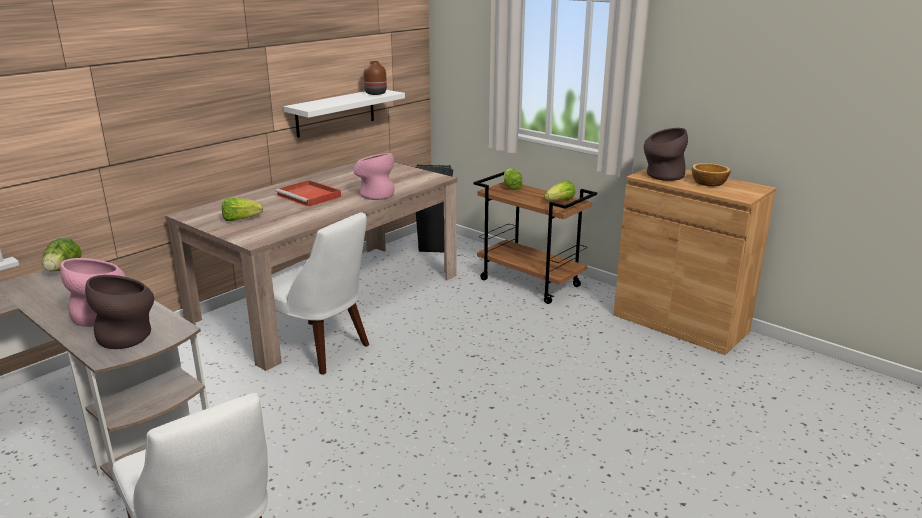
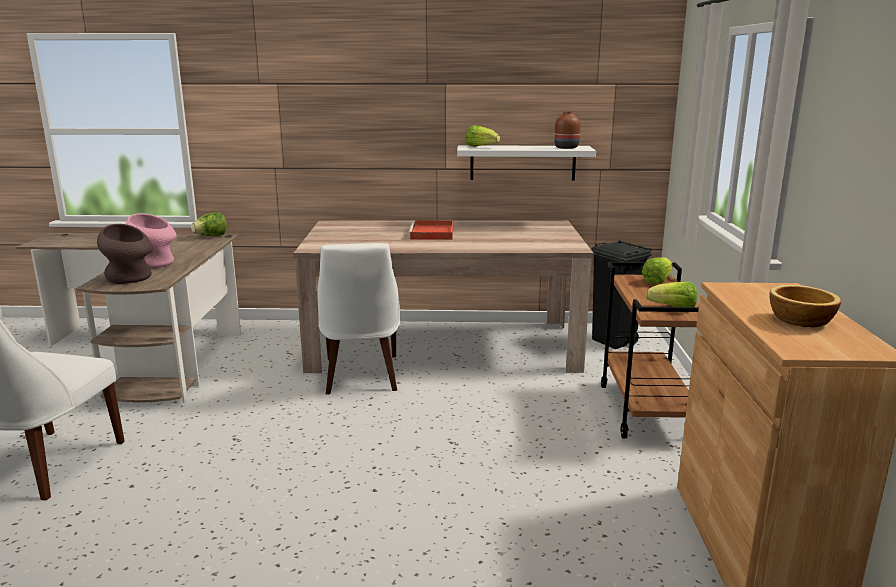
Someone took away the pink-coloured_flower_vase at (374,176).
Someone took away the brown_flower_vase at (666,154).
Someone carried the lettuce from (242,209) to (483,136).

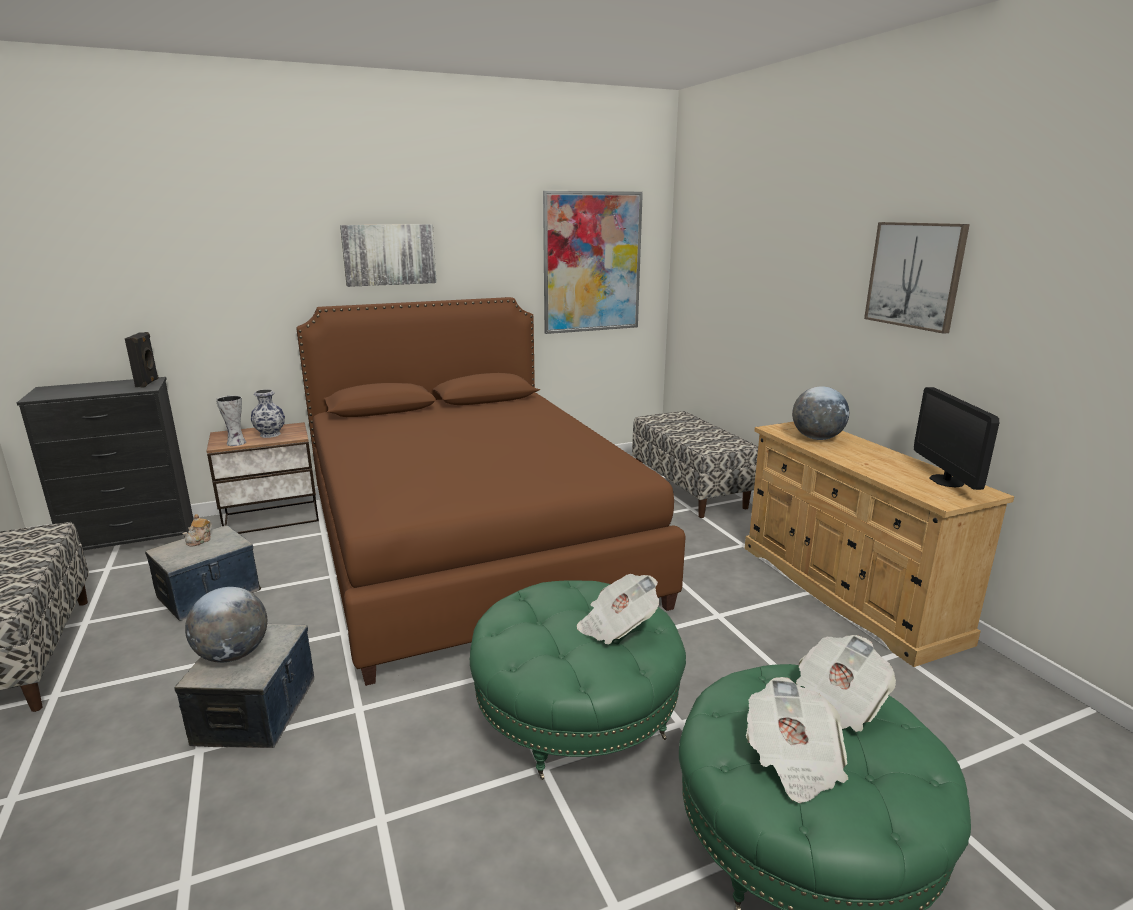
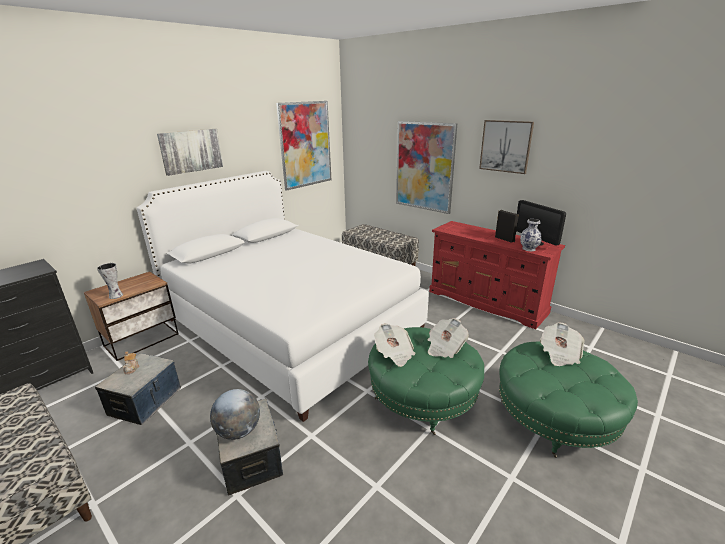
Someone took away the desk_globe at (820,413).
Someone put up the picture at (426,167).
Someone carried the blackish_loudspeaker from (142,360) to (507,226).
Someone carried the flower_vase from (268,413) to (531,235).
Someone carried the daily_paper from (797,740) to (395,345).
Someone repainted the brown_bed at (491,491), which became the white_bed at (283,296).
Someone repainted the beige-coloured_drawer_chest at (879,544), which became the red-coloured_drawer_chest at (497,275).

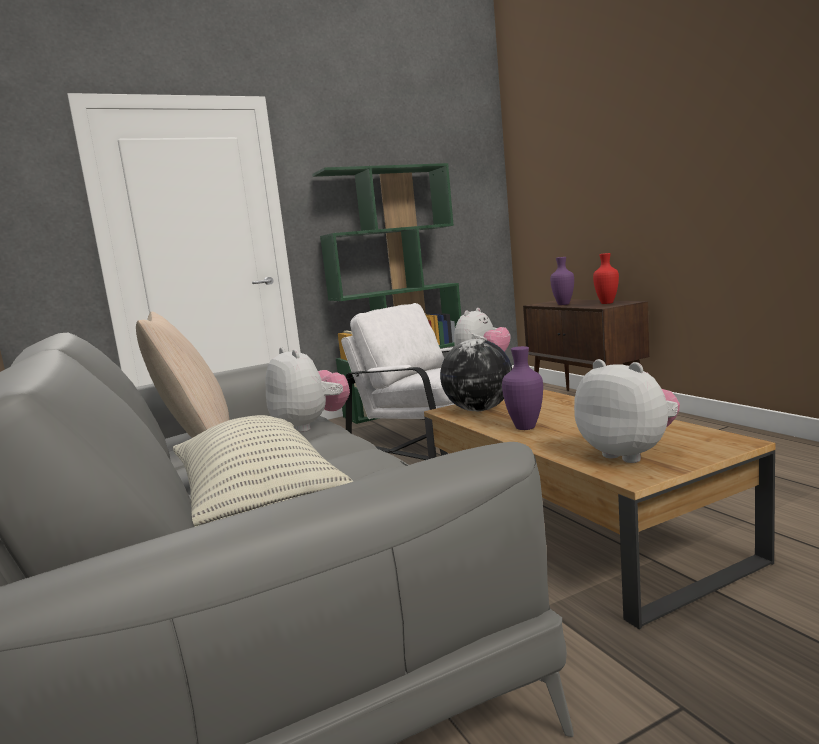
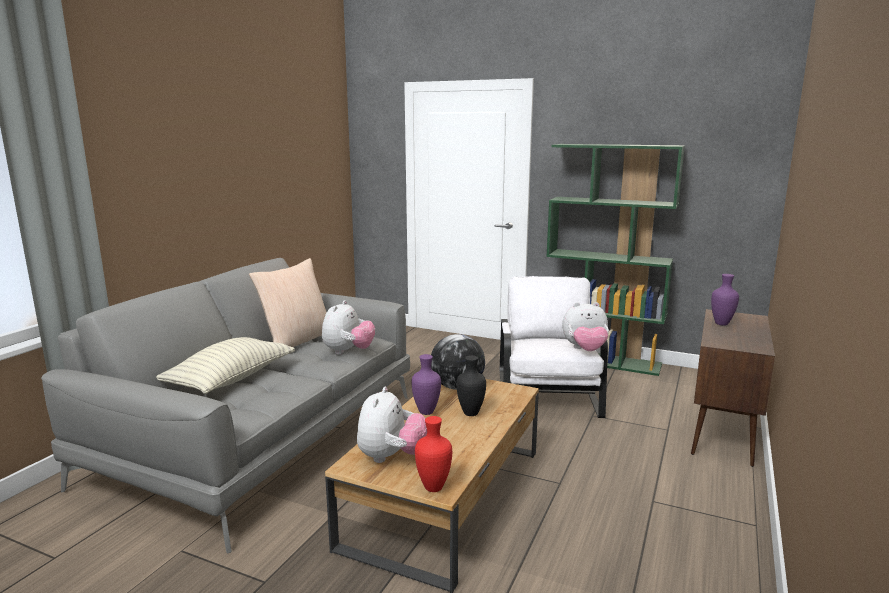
Someone put down the blackish_flower_vase at (471,385).
Someone carried the red-coloured_flower_vase from (606,278) to (433,454).

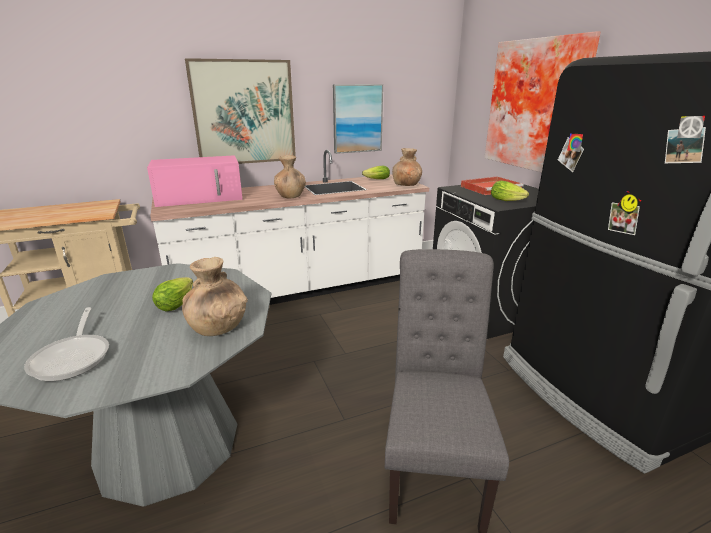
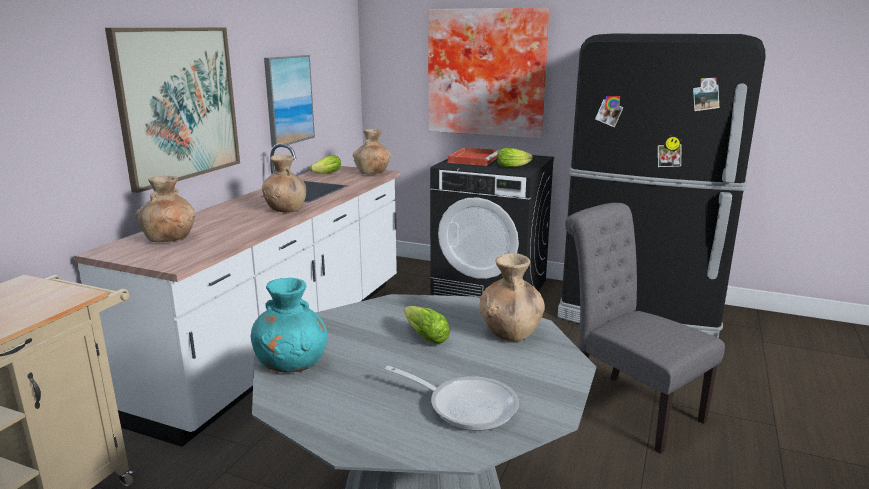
Someone put down the turquoise-coloured_flower_vase at (289,325).
Someone swapped the pink-coloured_microwave at (195,181) for the brown_flower_vase at (165,209).

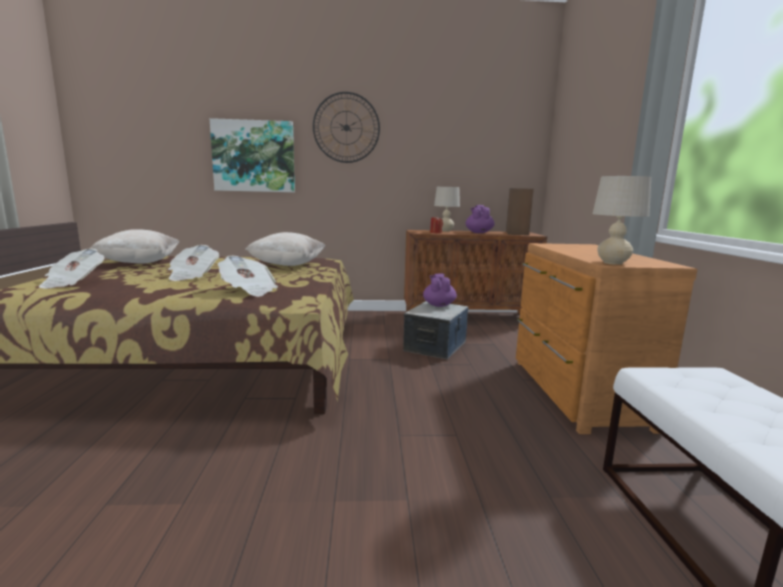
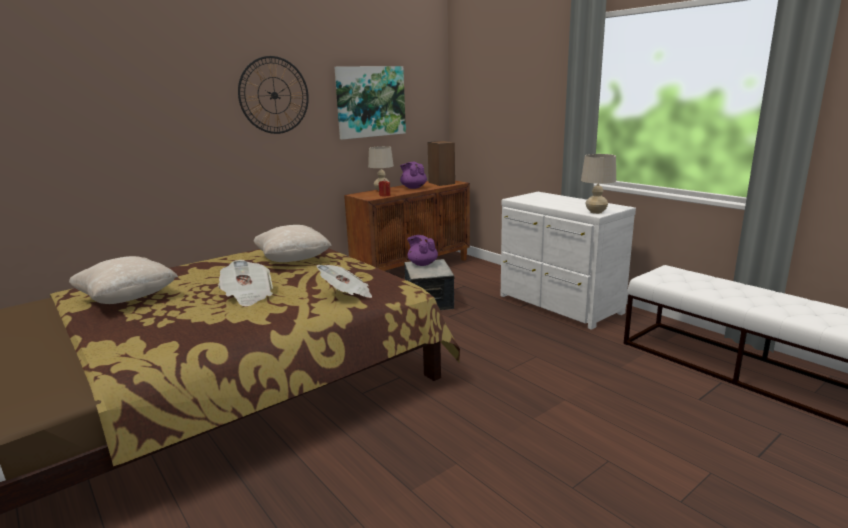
Someone took away the daily_paper at (72,268).
Someone carried the picture from (252,155) to (370,103).
Someone repainted the brown_drawer_chest at (606,338), which became the white_drawer_chest at (568,261).

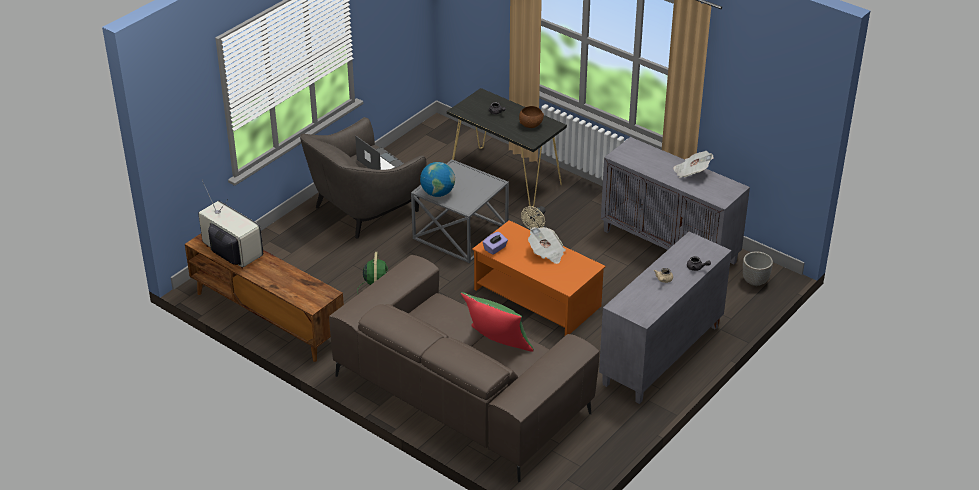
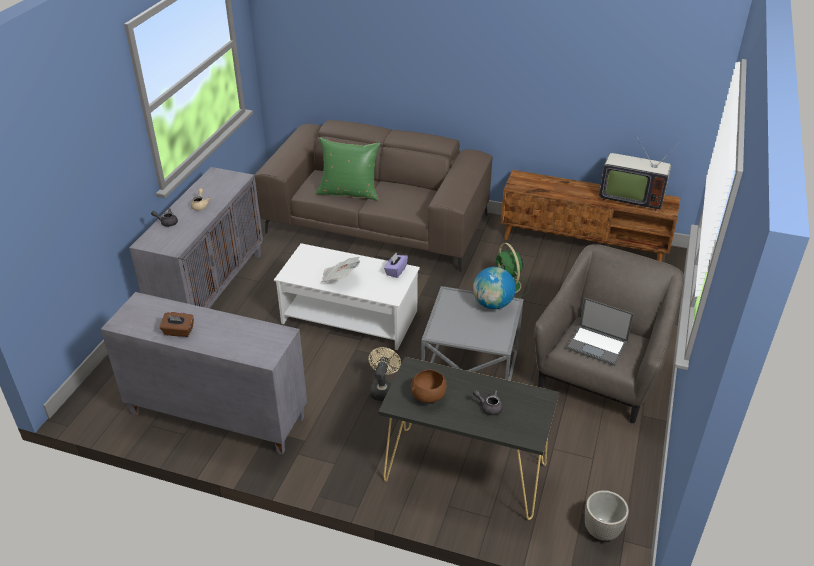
Someone carried the plant_pot from (758,268) to (607,515).
Someone swapped the daily_paper at (693,164) for the brown_tissue_holder at (177,324).
Someone repainted the orangey_low_table at (539,278), which became the white_low_table at (347,296).

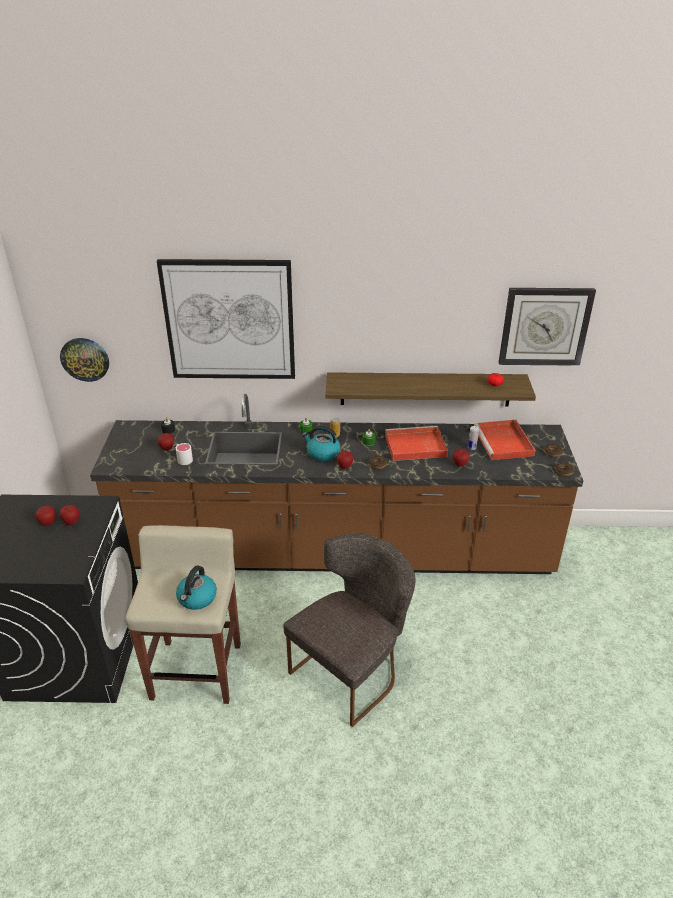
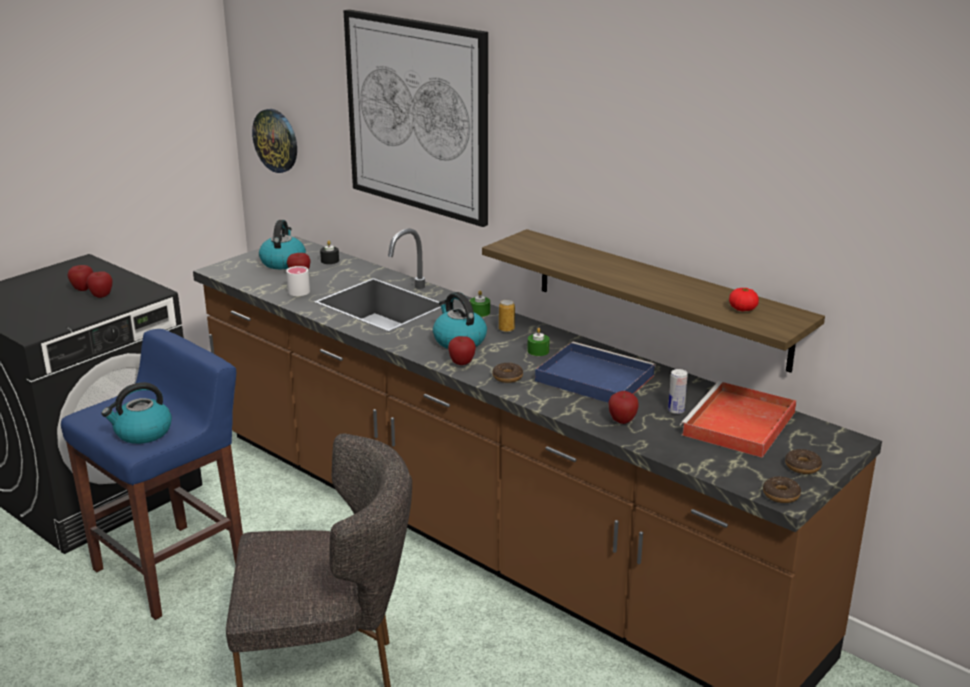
Someone took away the hanging_clock at (547,327).
Someone put down the kettle at (282,244).
Someone repainted the beige-coloured_sitting_stool at (183,614), which became the blue-coloured_sitting_stool at (152,474).
Someone repainted the red-coloured_serving_tray at (416,443), which became the blue-coloured_serving_tray at (595,372).

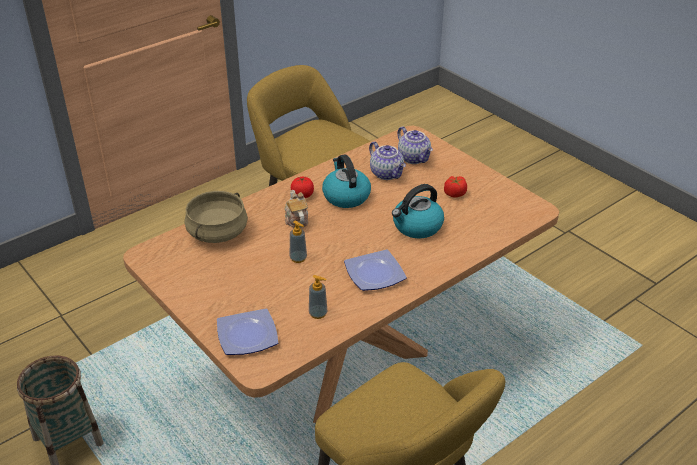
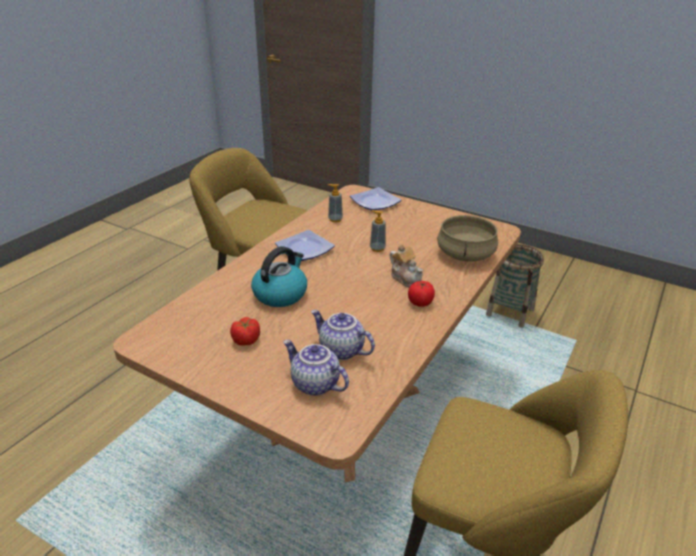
Someone took away the kettle at (346,181).

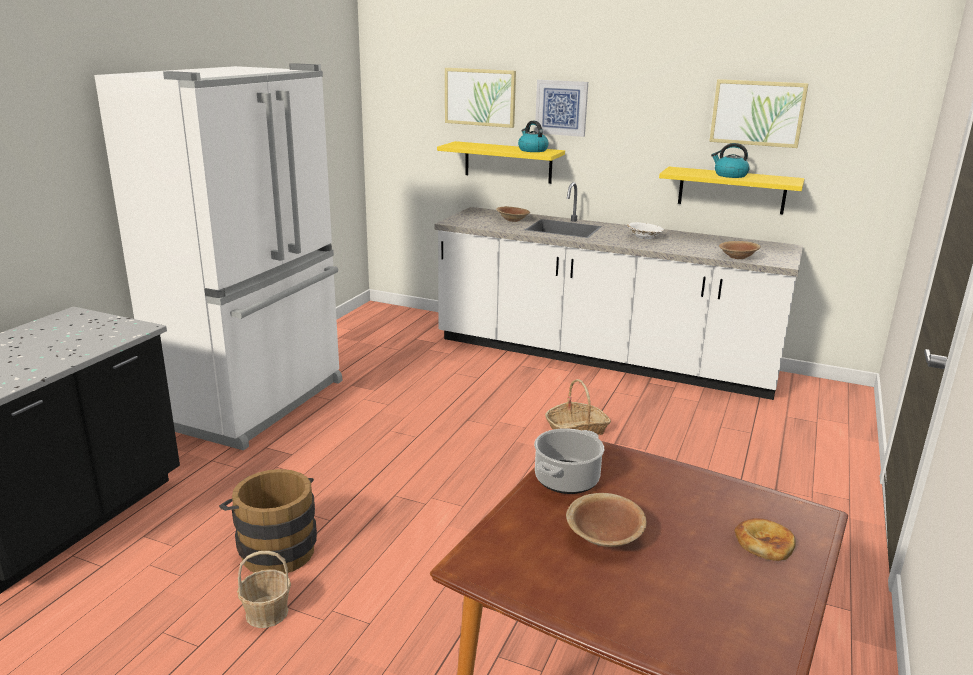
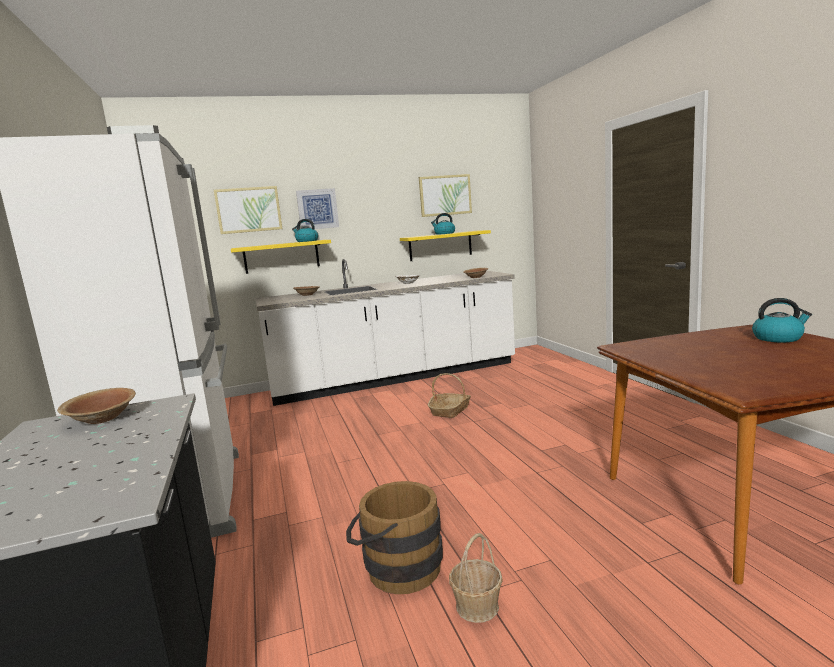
Someone took away the stockpot at (569,461).
Someone carried the brown_deep_dish from (606,520) to (96,406).
Someone swapped the bread at (765,539) for the kettle at (782,320).

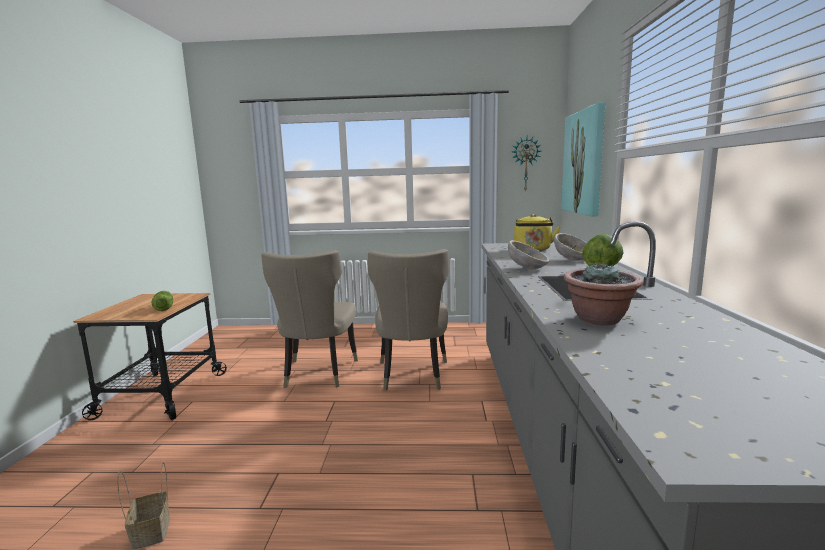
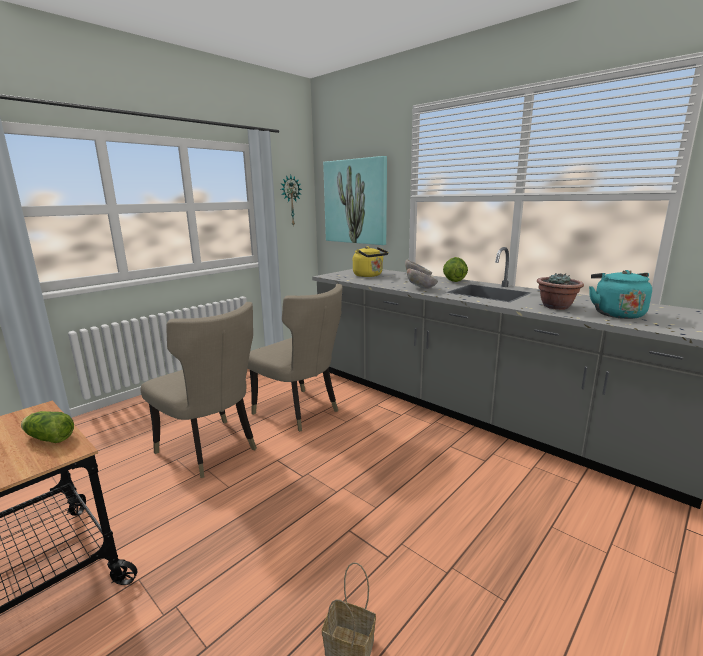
Someone put down the turquoise-coloured_kettle at (620,294).

